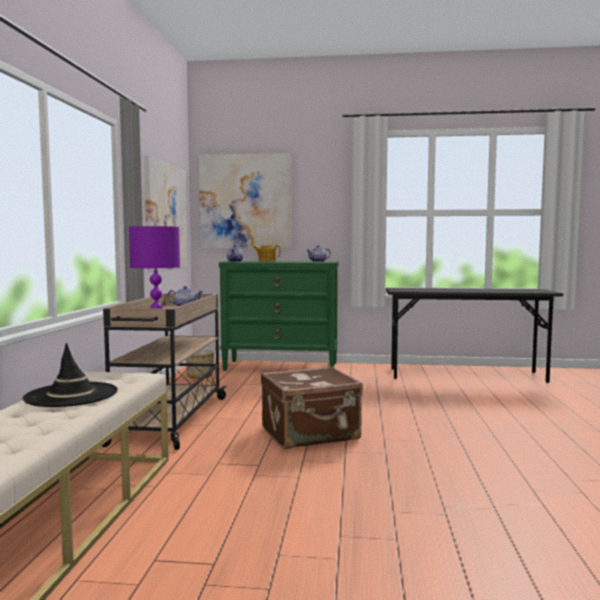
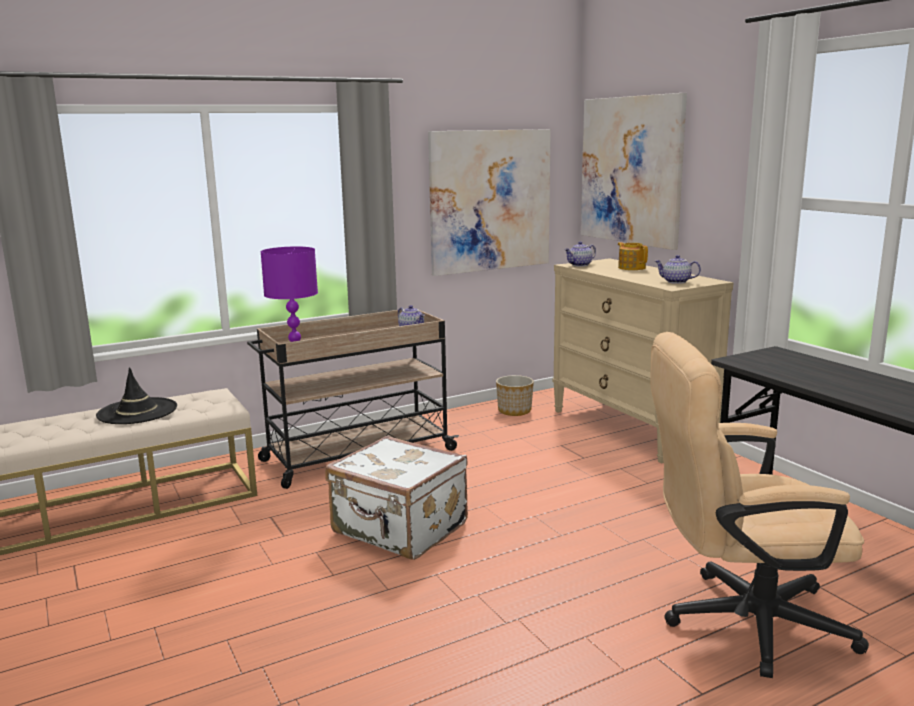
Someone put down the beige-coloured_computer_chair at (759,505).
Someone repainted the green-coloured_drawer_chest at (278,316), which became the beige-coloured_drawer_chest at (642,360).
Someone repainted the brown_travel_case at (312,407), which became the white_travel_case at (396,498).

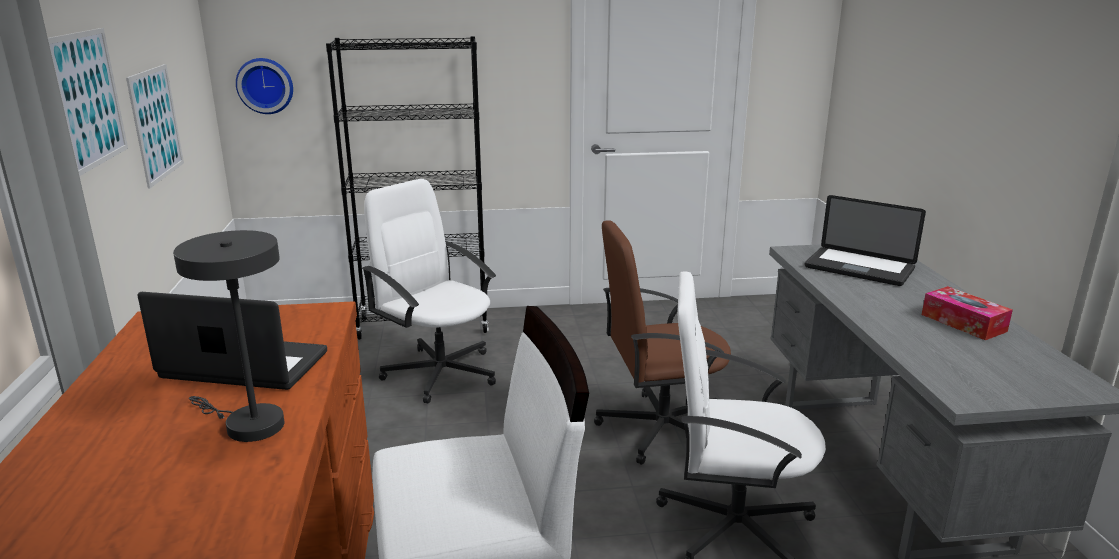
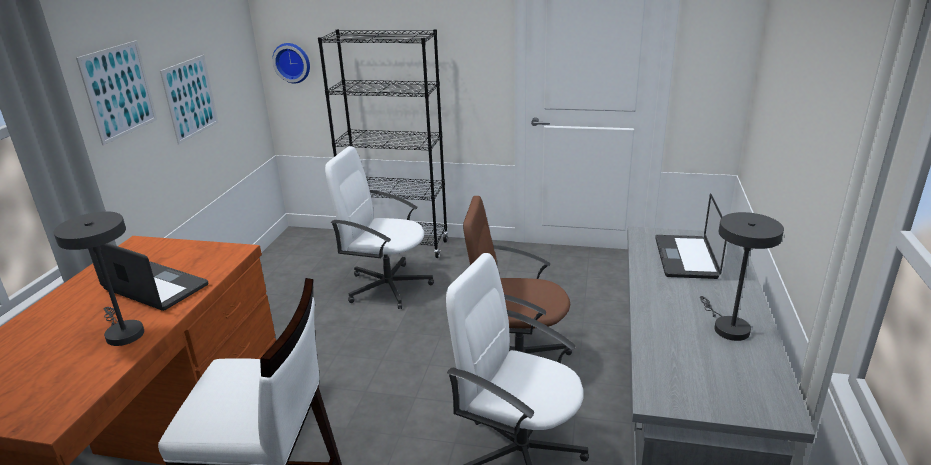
Someone swapped the tissue_holder at (967,313) for the greyish_lamp_for_a_table at (742,276).
Someone rotated the white_computer_chair at (429,291) by 45 degrees counterclockwise.
Someone rotated the portable_computer at (865,240) by 45 degrees clockwise.

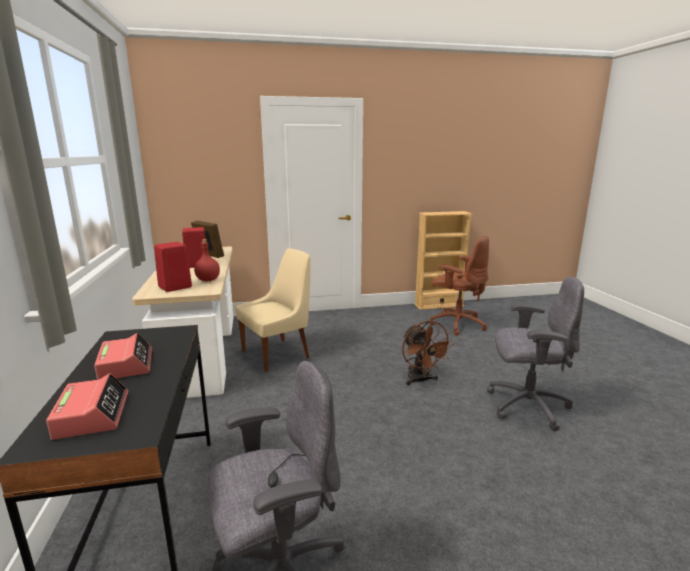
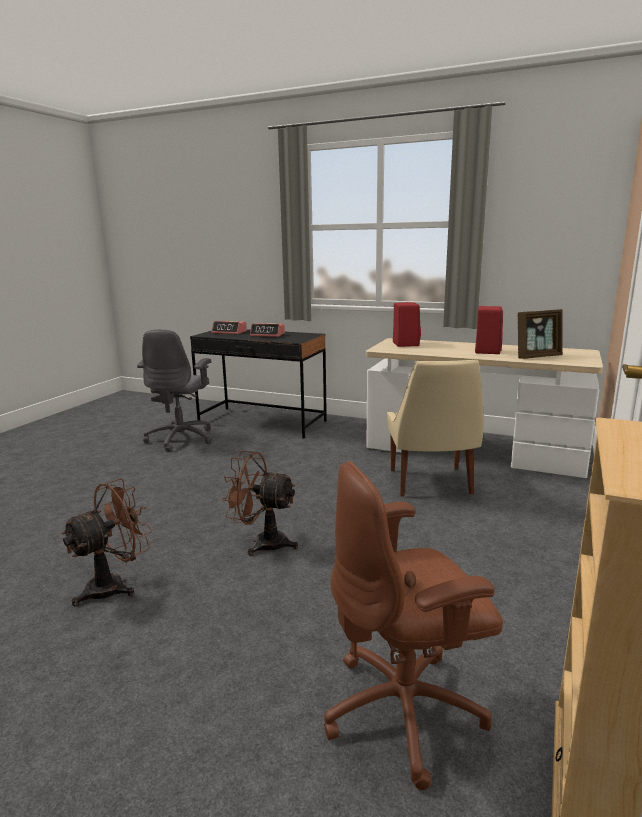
Someone took away the red-coloured_drink_bottle at (207,260).
Someone swapped the greyish_computer_chair at (535,354) for the brown_electric_fan at (106,542).

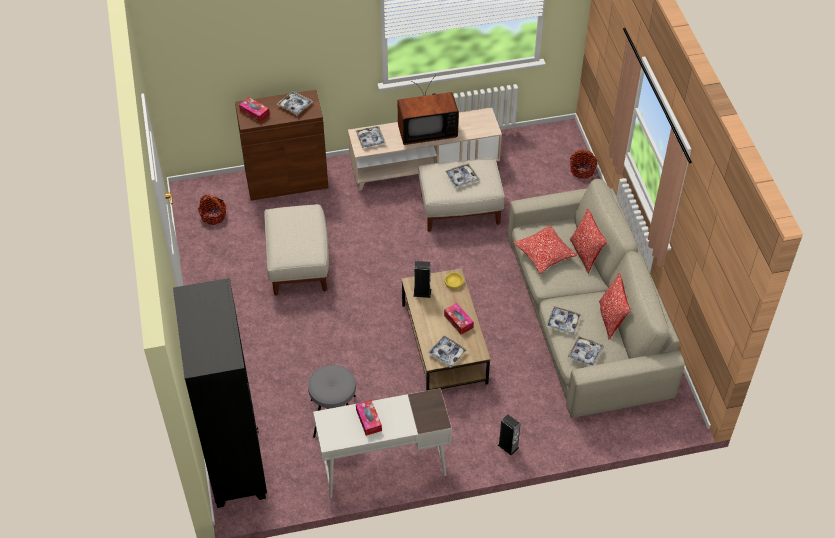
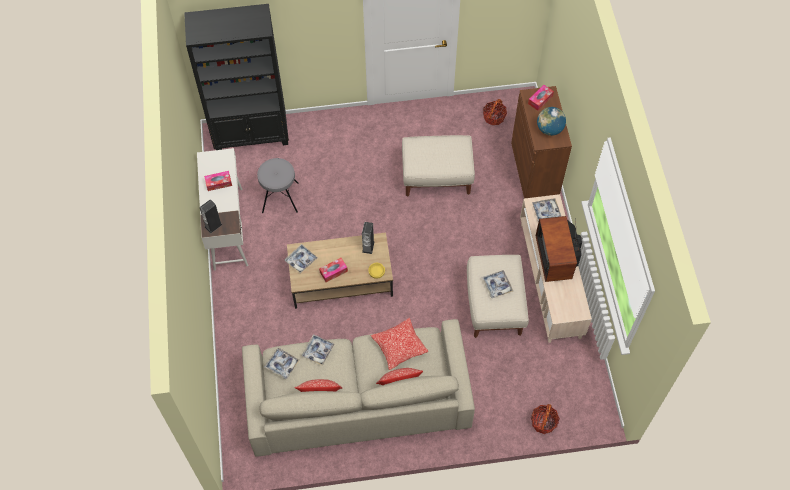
Someone carried the loudspeaker from (509,435) to (211,216).
Someone swapped the serving_tray at (295,103) for the desk_globe at (551,121).

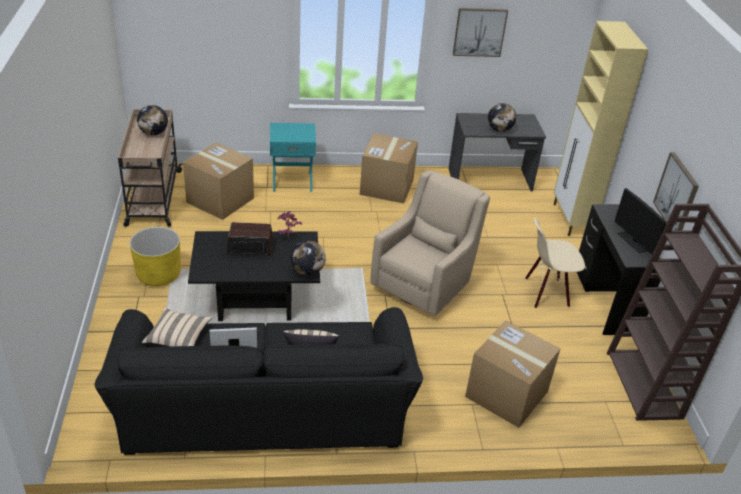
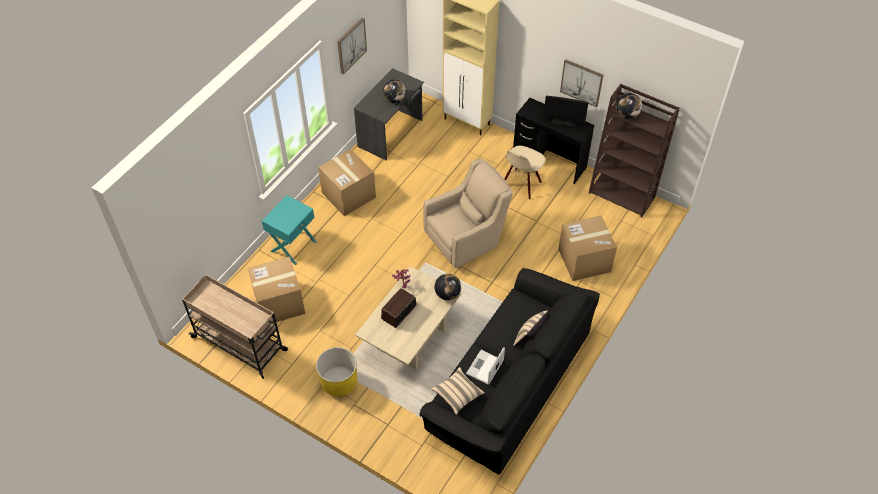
Someone carried the desk_globe from (152,120) to (629,106).
Someone repainted the blackish_low_table at (254,276), which became the beige-coloured_low_table at (408,318).
Someone rotated the beige-coloured_armchair at (430,243) by 75 degrees clockwise.

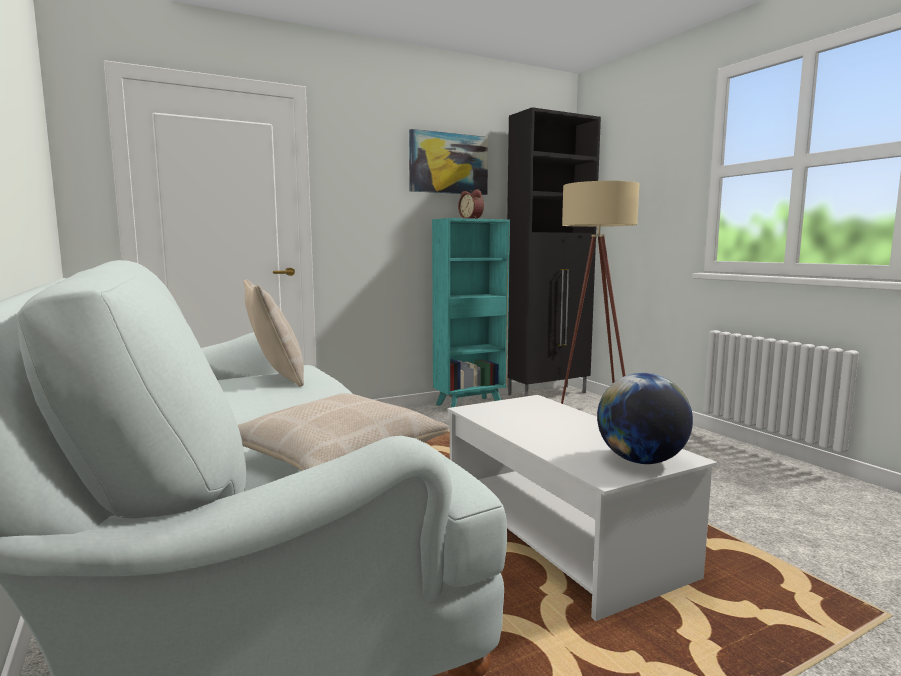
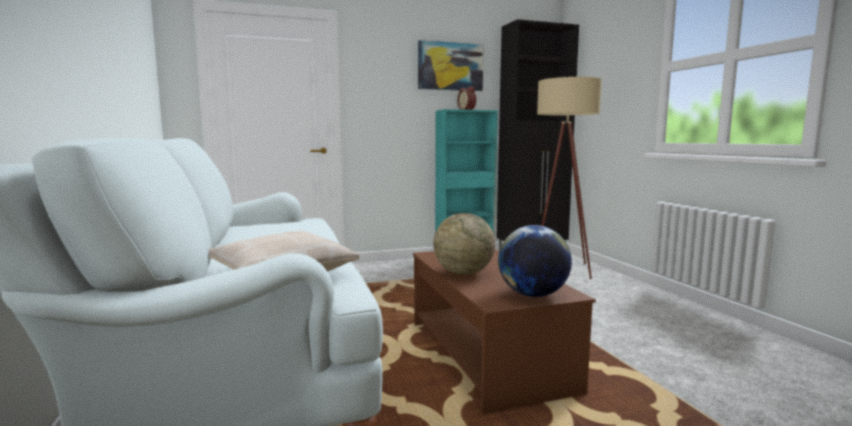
Someone took away the beige-coloured_throw_pillow at (273,333).
Someone put down the desk_globe at (464,244).
Someone repainted the white_low_table at (582,508), which became the brown_low_table at (504,331).

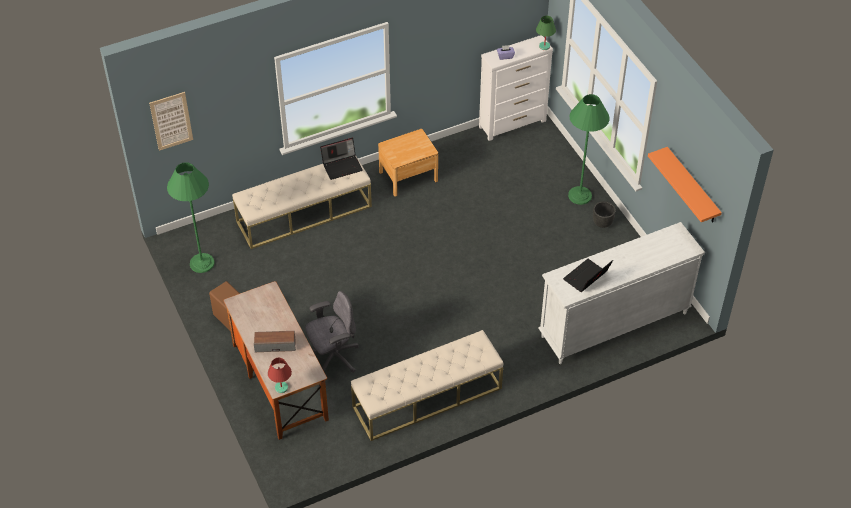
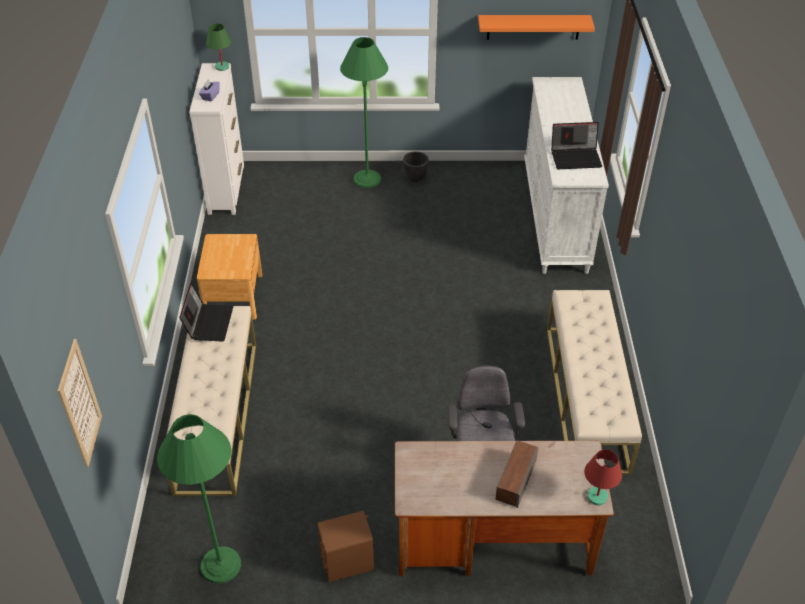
Someone rotated the portable_computer at (588,275) by 75 degrees counterclockwise.

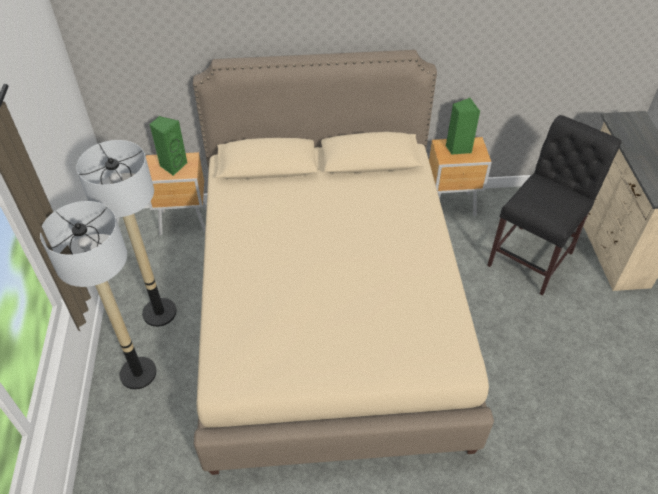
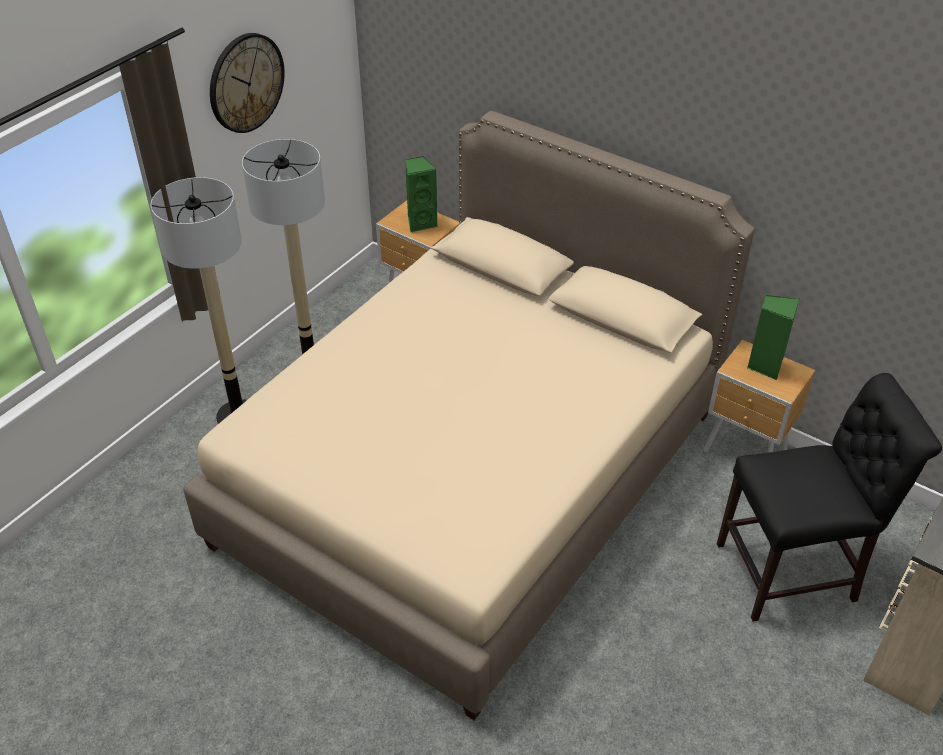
Someone put up the hanging_clock at (247,83).

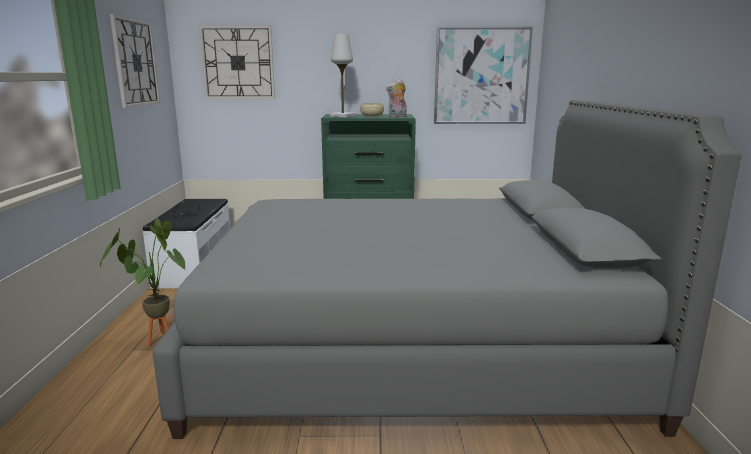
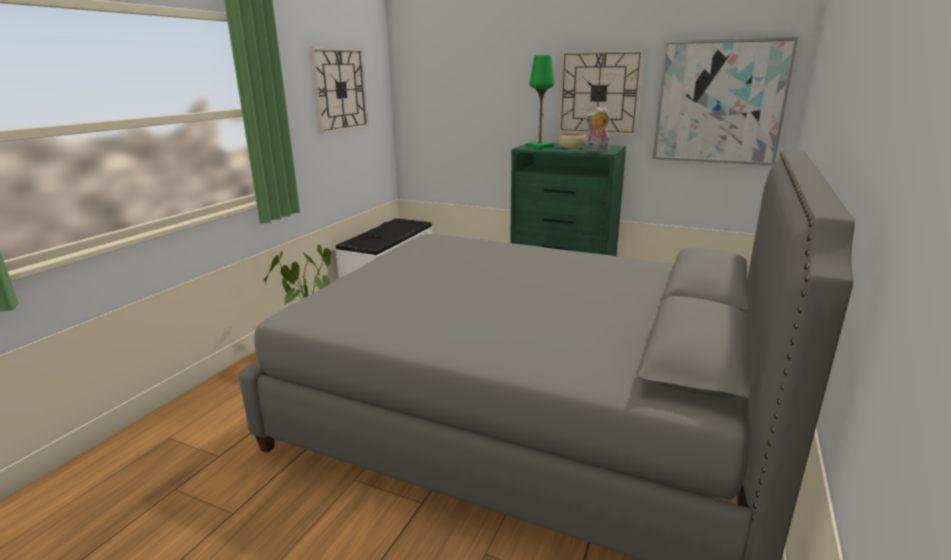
Someone carried the hanging_clock from (237,62) to (601,92).
Someone repainted the white_lamp_for_a_table at (343,75), which became the green-coloured_lamp_for_a_table at (539,102).

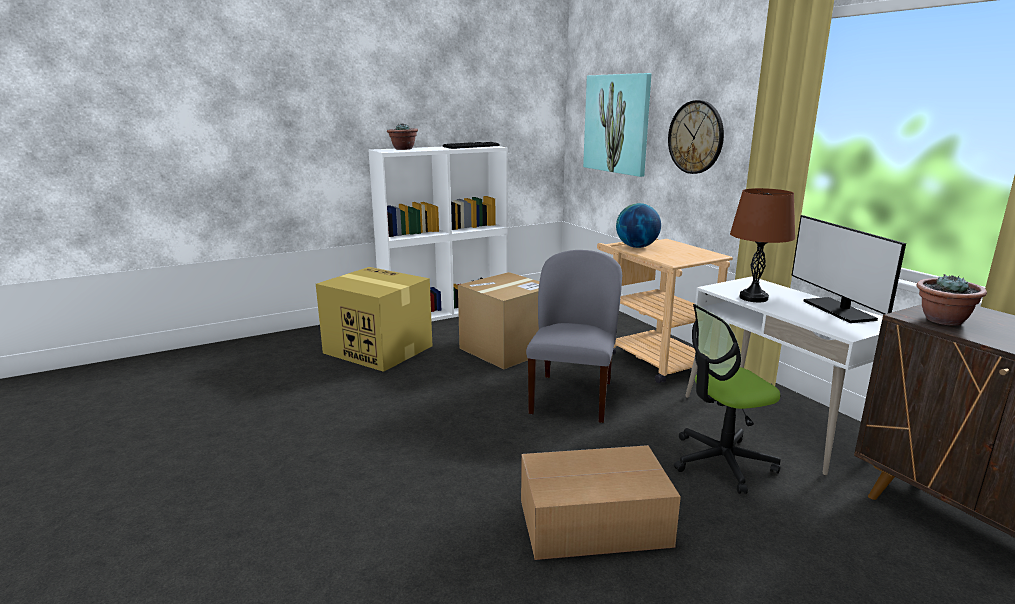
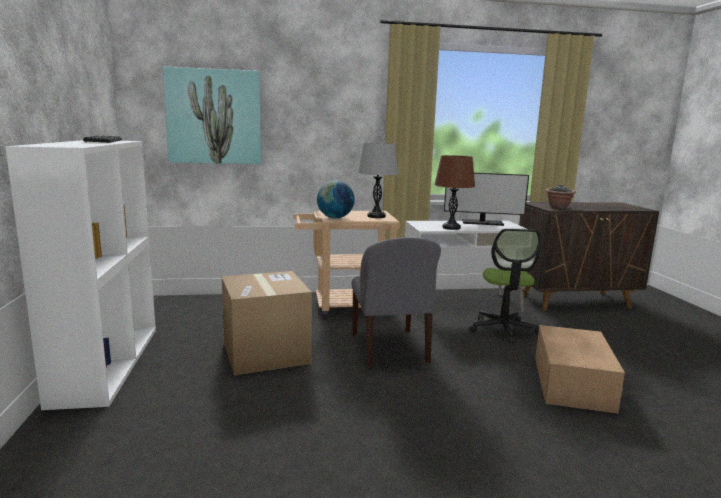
Someone took away the carton at (374,319).
Someone took away the potted_plant at (402,137).
Someone took away the hanging_clock at (696,137).
Someone put down the greyish_lamp_for_a_table at (378,180).
Someone rotated the greyish_upright_chair at (574,336) by 135 degrees counterclockwise.

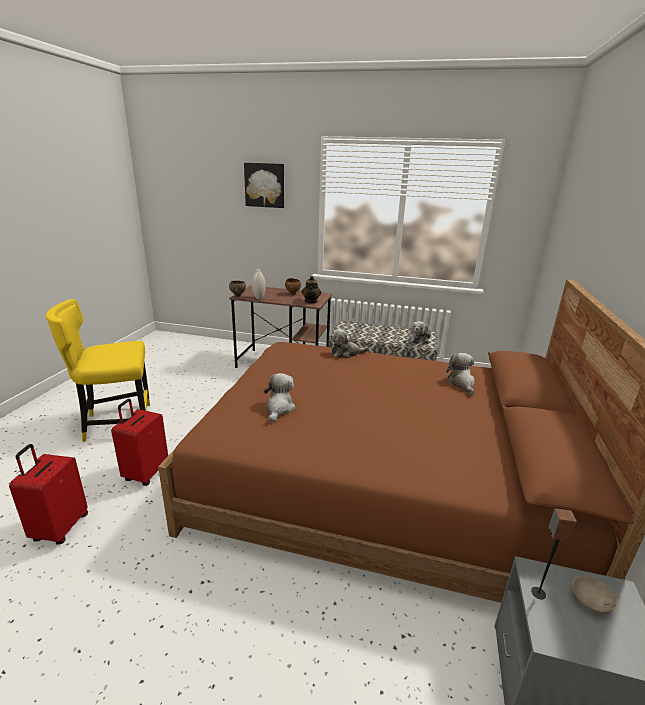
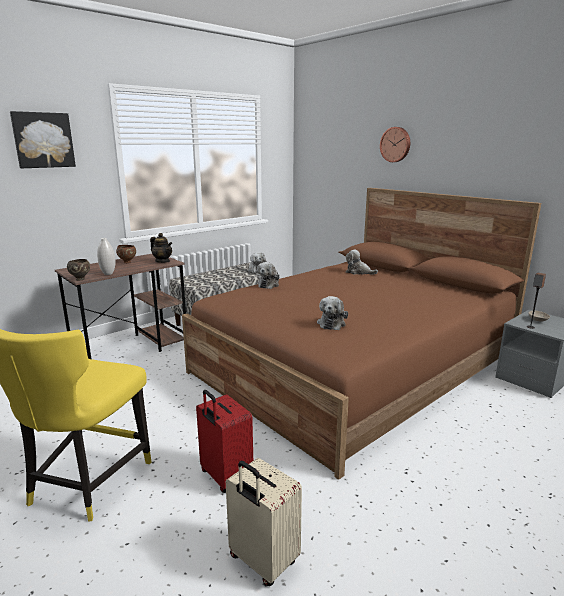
Someone put up the hanging_clock at (395,144).
Someone repainted the red-coloured_travel_case at (48,494), which became the beige-coloured_travel_case at (264,522).
Someone rotated the soft_toy at (279,397) by 120 degrees counterclockwise.

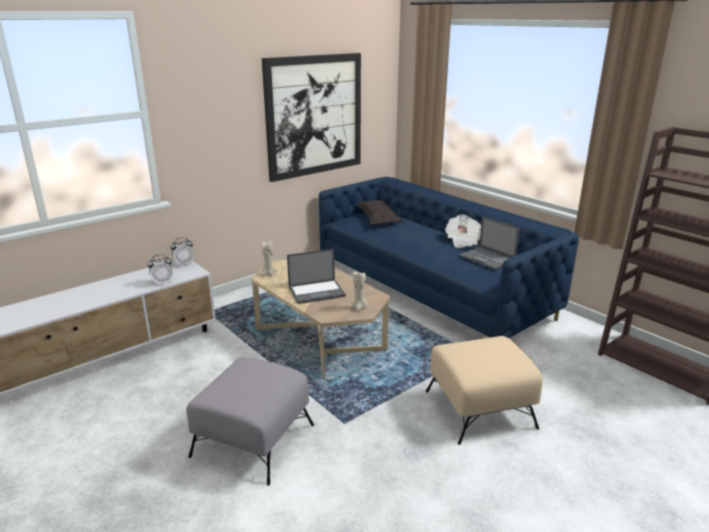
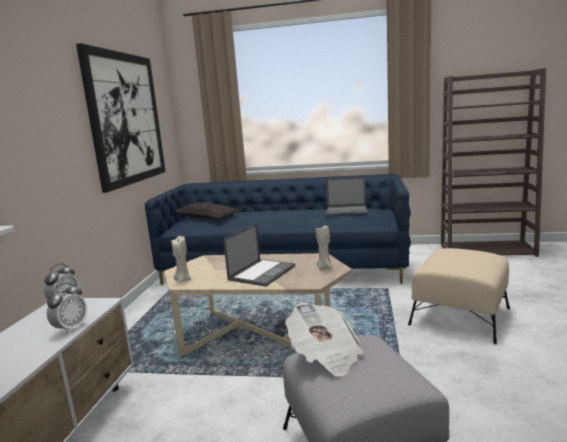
Someone carried the daily_paper from (463,231) to (324,339).

